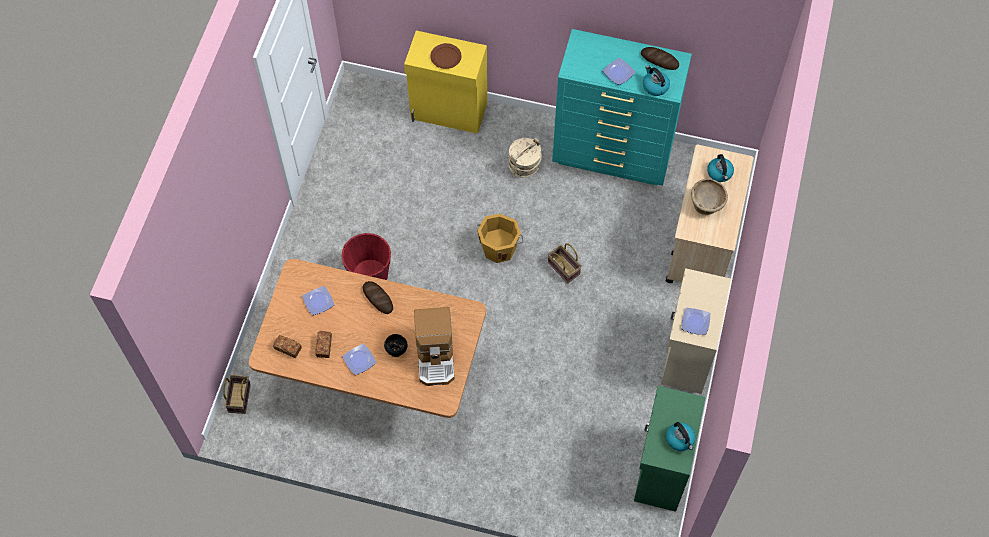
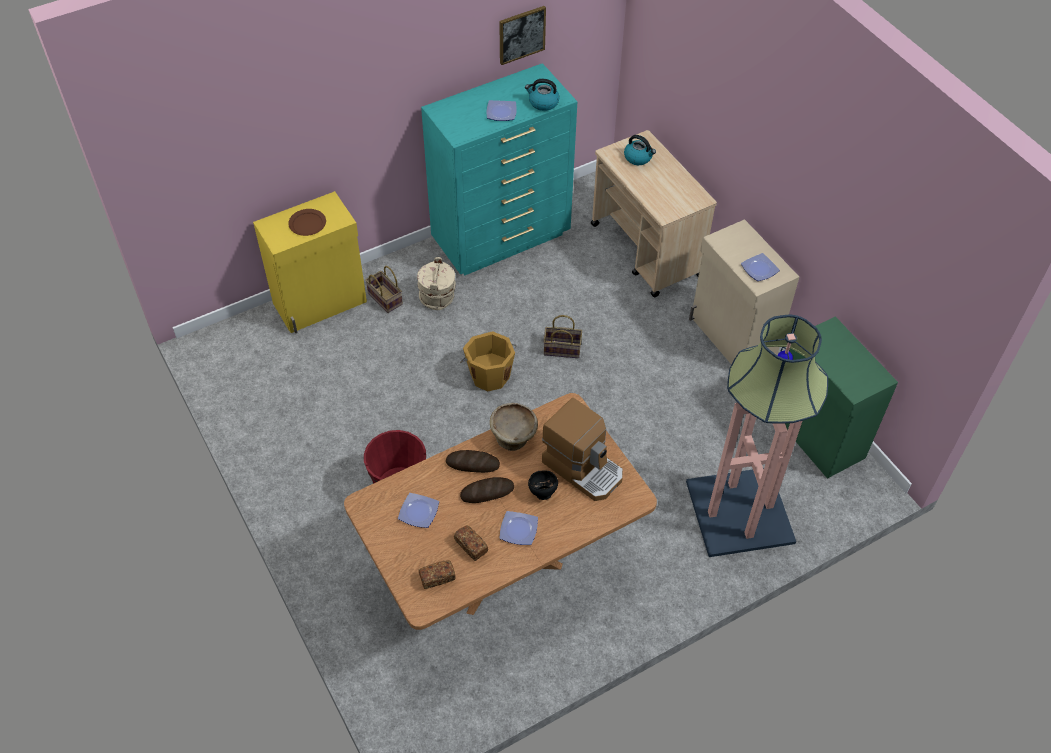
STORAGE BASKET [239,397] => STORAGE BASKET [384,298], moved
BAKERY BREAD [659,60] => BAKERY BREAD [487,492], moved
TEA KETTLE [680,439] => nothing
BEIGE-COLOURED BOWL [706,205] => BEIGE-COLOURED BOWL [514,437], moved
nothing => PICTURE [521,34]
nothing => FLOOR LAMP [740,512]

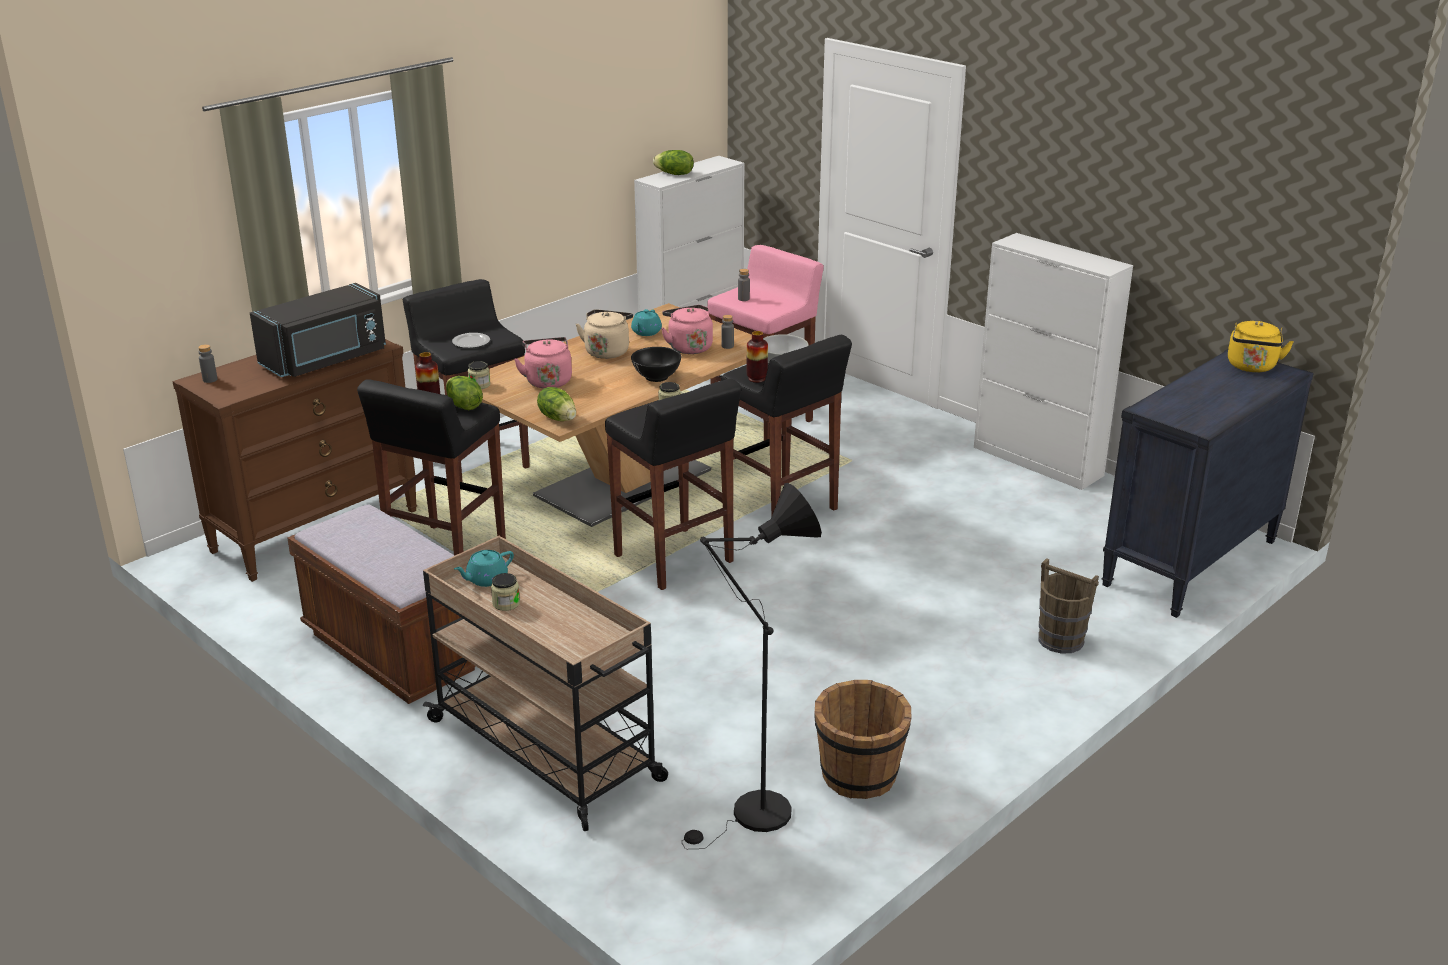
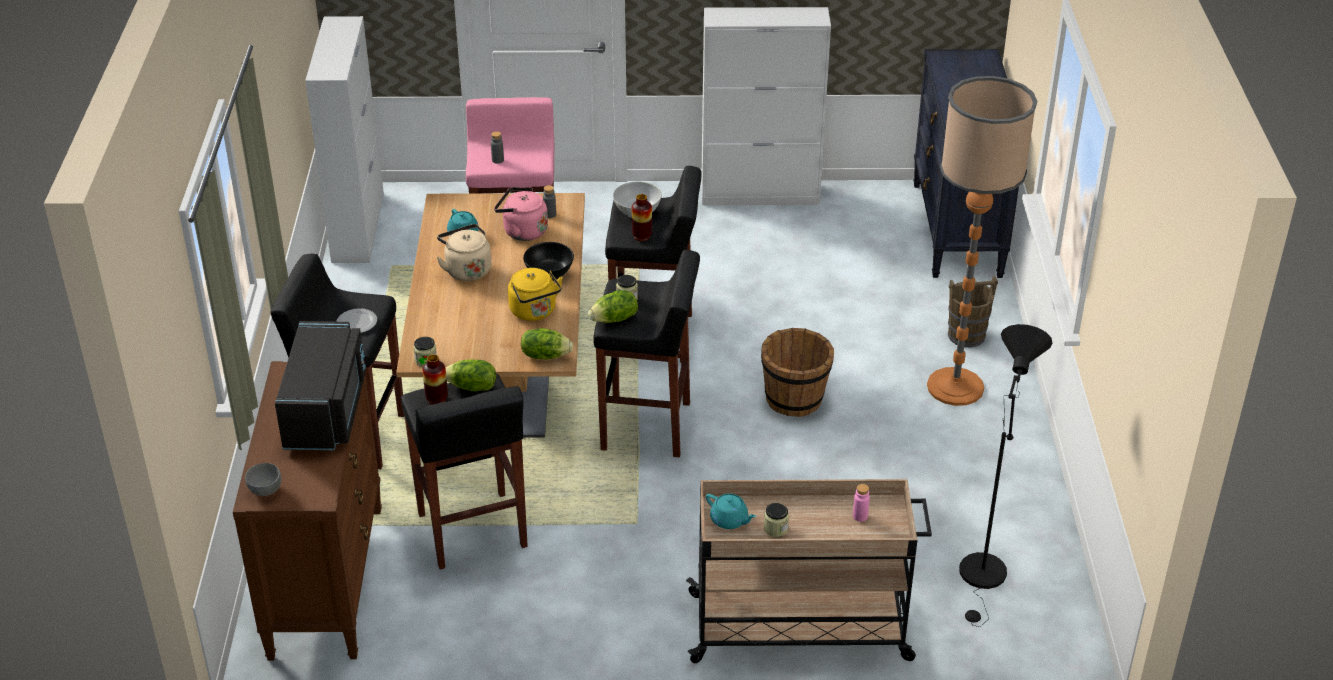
GREY DRINK BOTTLE [210,380] => GREY BOWL [266,490]
BROWN BENCH [393,651] => nothing
TURQUOISE TEA POT [486,579] => TURQUOISE TEA POT [730,520], 60 degrees counterclockwise
PINK TEA KETTLE [547,381] => nothing
LETTUCE [674,174] => LETTUCE [615,319], moved
BROWN BUCKET [859,776] => BROWN BUCKET [794,399], moved
YELLOWISH TEA KETTLE [1252,367] => YELLOWISH TEA KETTLE [535,312], moved
nothing => PINK DRINK BOTTLE [860,516]
nothing => FLOOR LAMP [955,387]

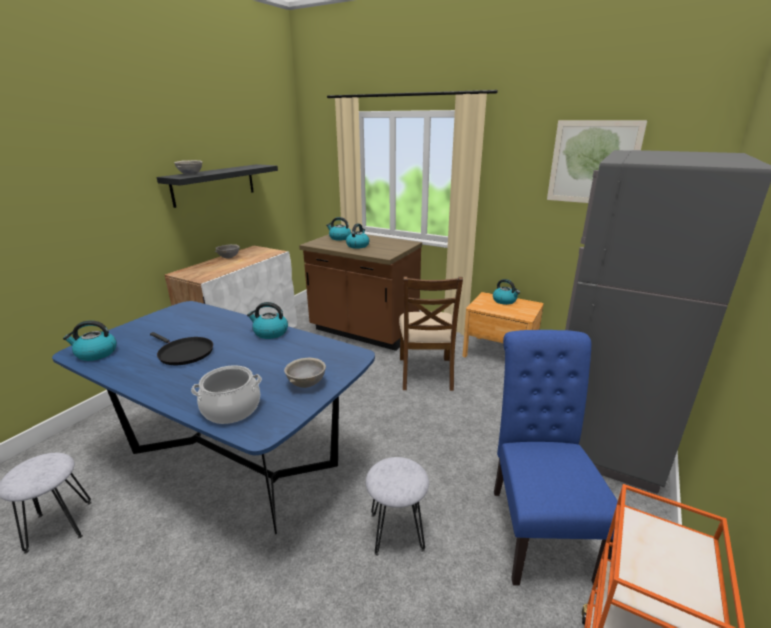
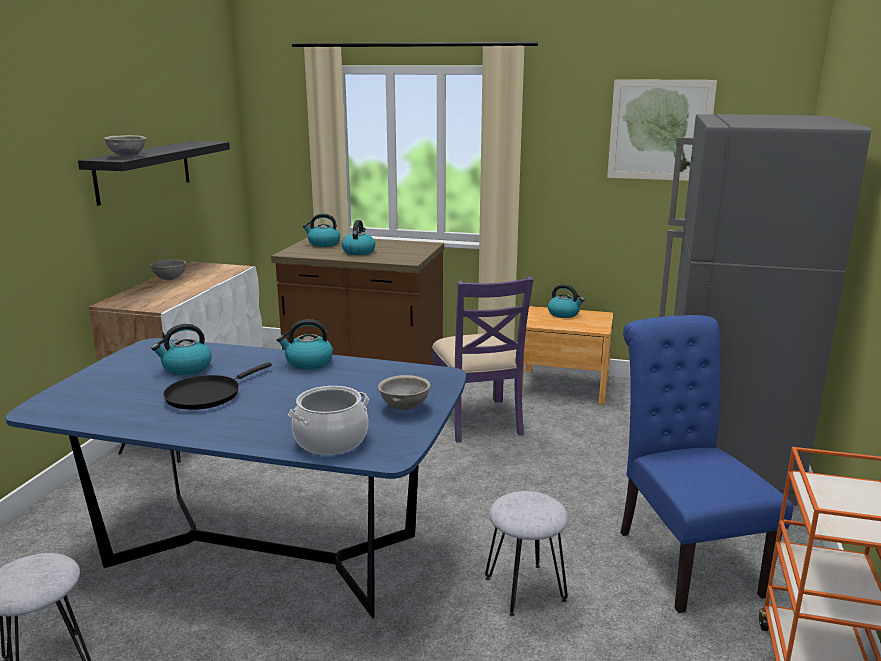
TEA KETTLE [96,353] => TEA KETTLE [186,368], moved
BLACK PAN [184,353] => BLACK PAN [207,395], 105 degrees clockwise
BROWN PLAIN CHAIR [426,373] => PURPLE PLAIN CHAIR [478,420]

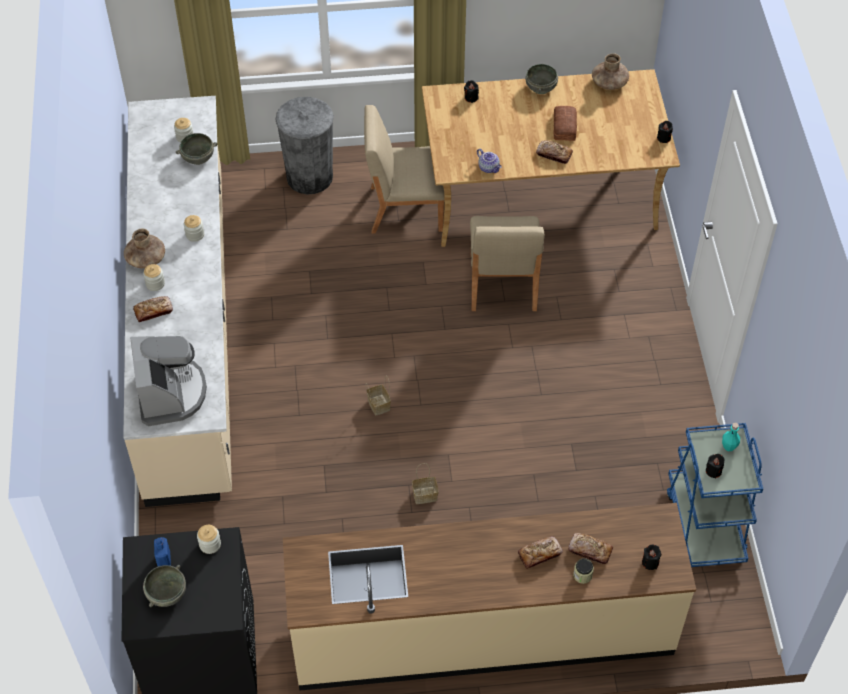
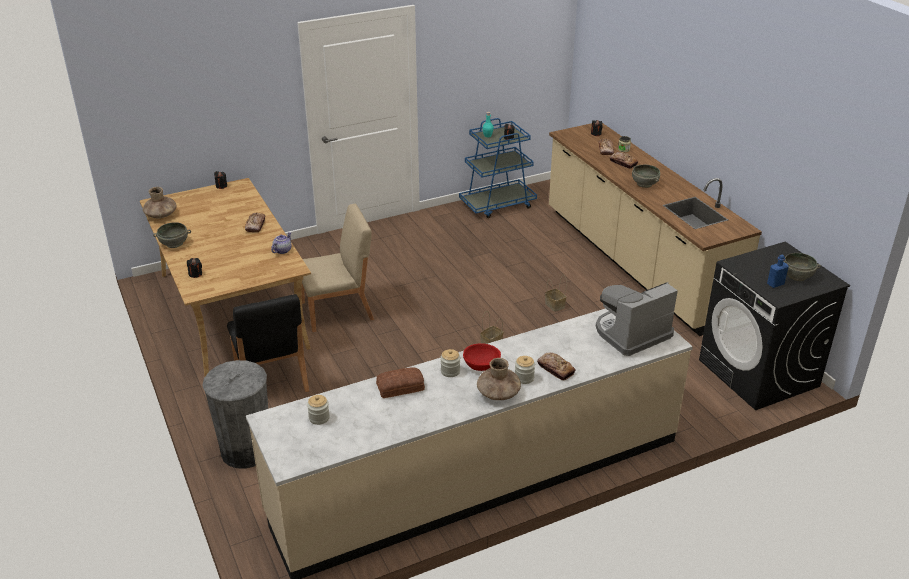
GREY BOWL [198,157] => GREY BOWL [644,184], moved
JAR [210,544] => nothing
BEIGE-COLOURED PLAIN CHAIR [405,208] => BLACK PLAIN CHAIR [271,379]
BAKERY BREAD [563,127] => BAKERY BREAD [401,387], moved
nothing => RED-COLOURED BOWL [481,365]

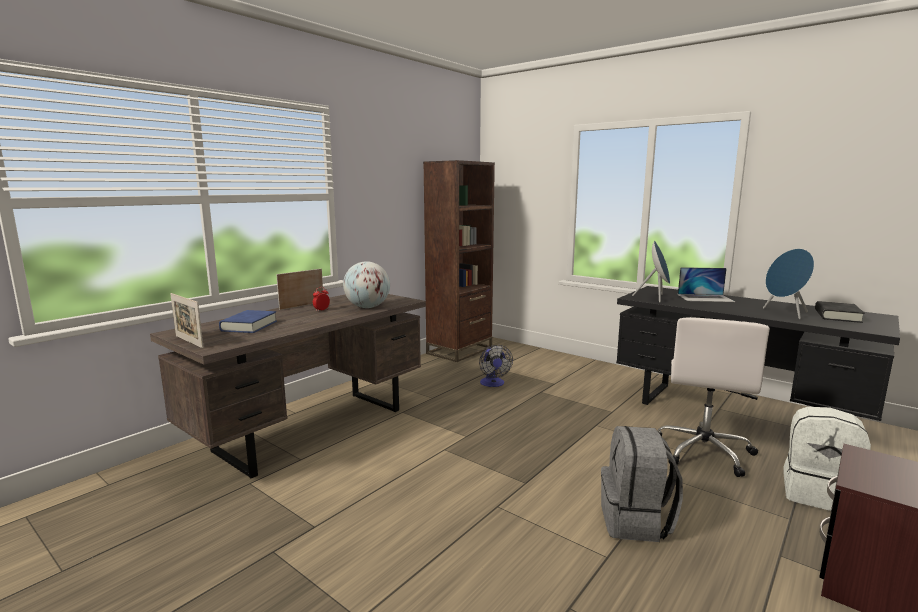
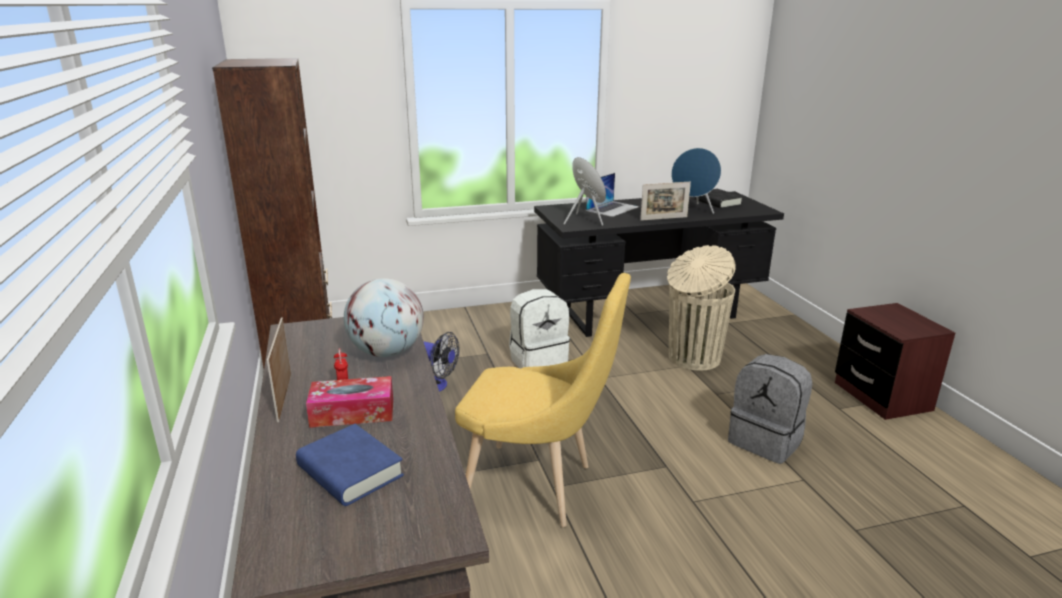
PICTURE FRAME [189,341] => PICTURE FRAME [664,218], moved
WHITE DESK CHAIR [703,451] => BEIGE-COLOURED WASTE BIN [692,358]
WHITE RUCKSACK [818,494] => WHITE RUCKSACK [538,360], moved
nothing => TISSUE HOLDER [352,412]
nothing => YELLOWISH PLAIN CHAIR [537,487]

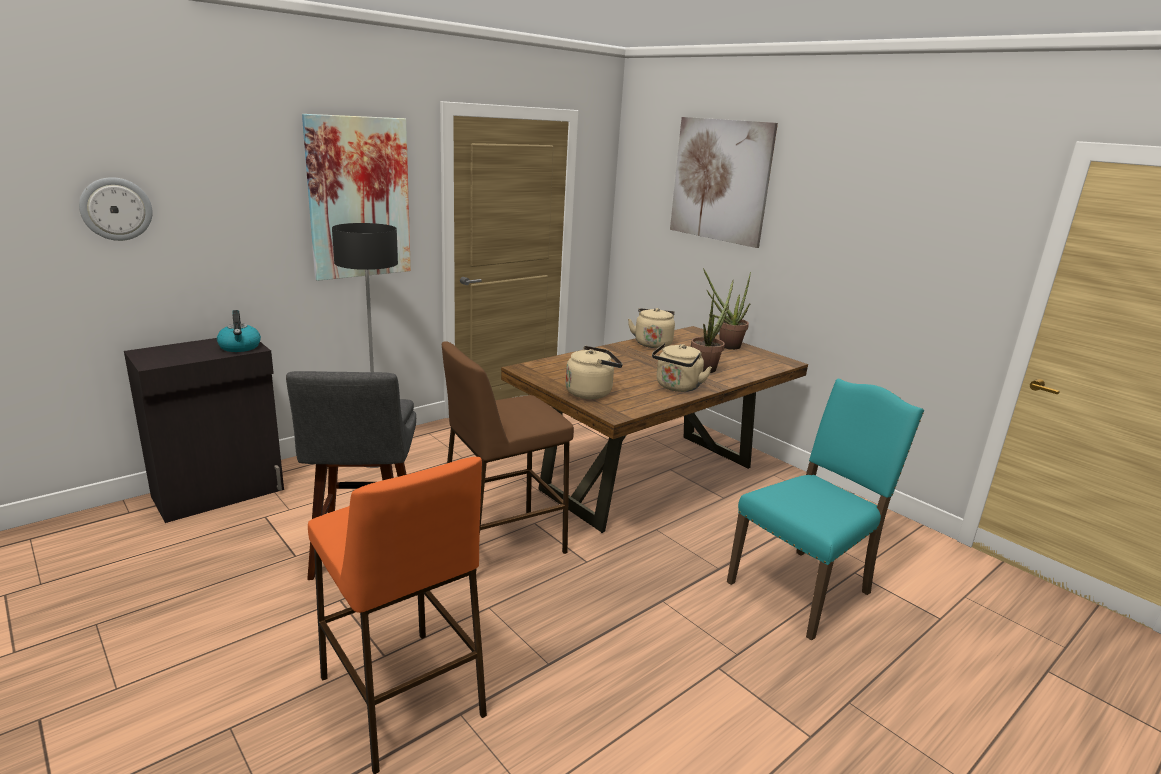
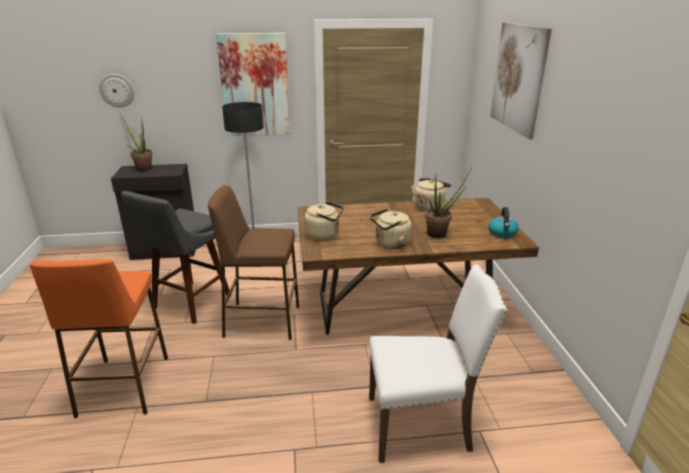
TEA KETTLE [240,347] => TEA KETTLE [502,233], moved
PLANT IN A POT [725,346] => PLANT IN A POT [142,168], moved
TURQUOISE PLAIN CHAIR [804,588] => WHITE PLAIN CHAIR [421,425]

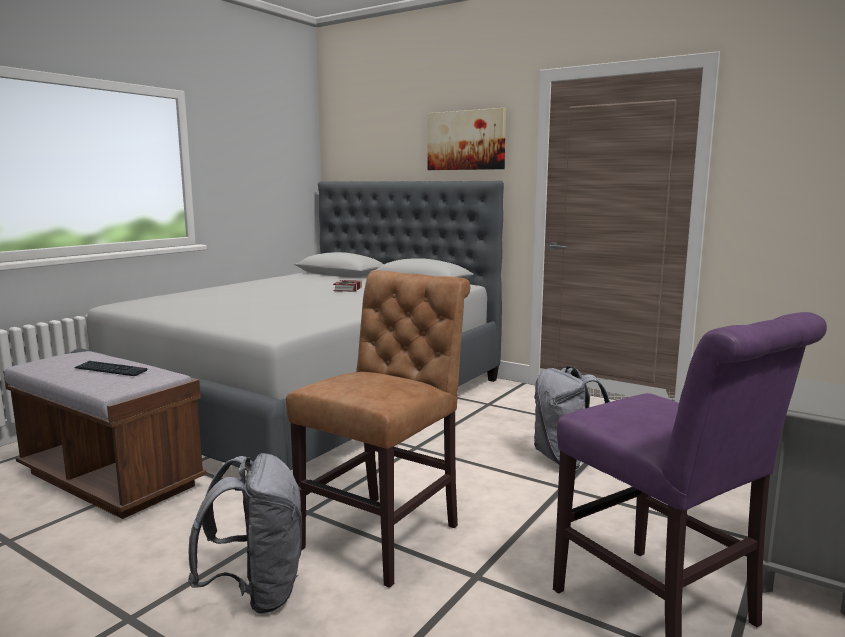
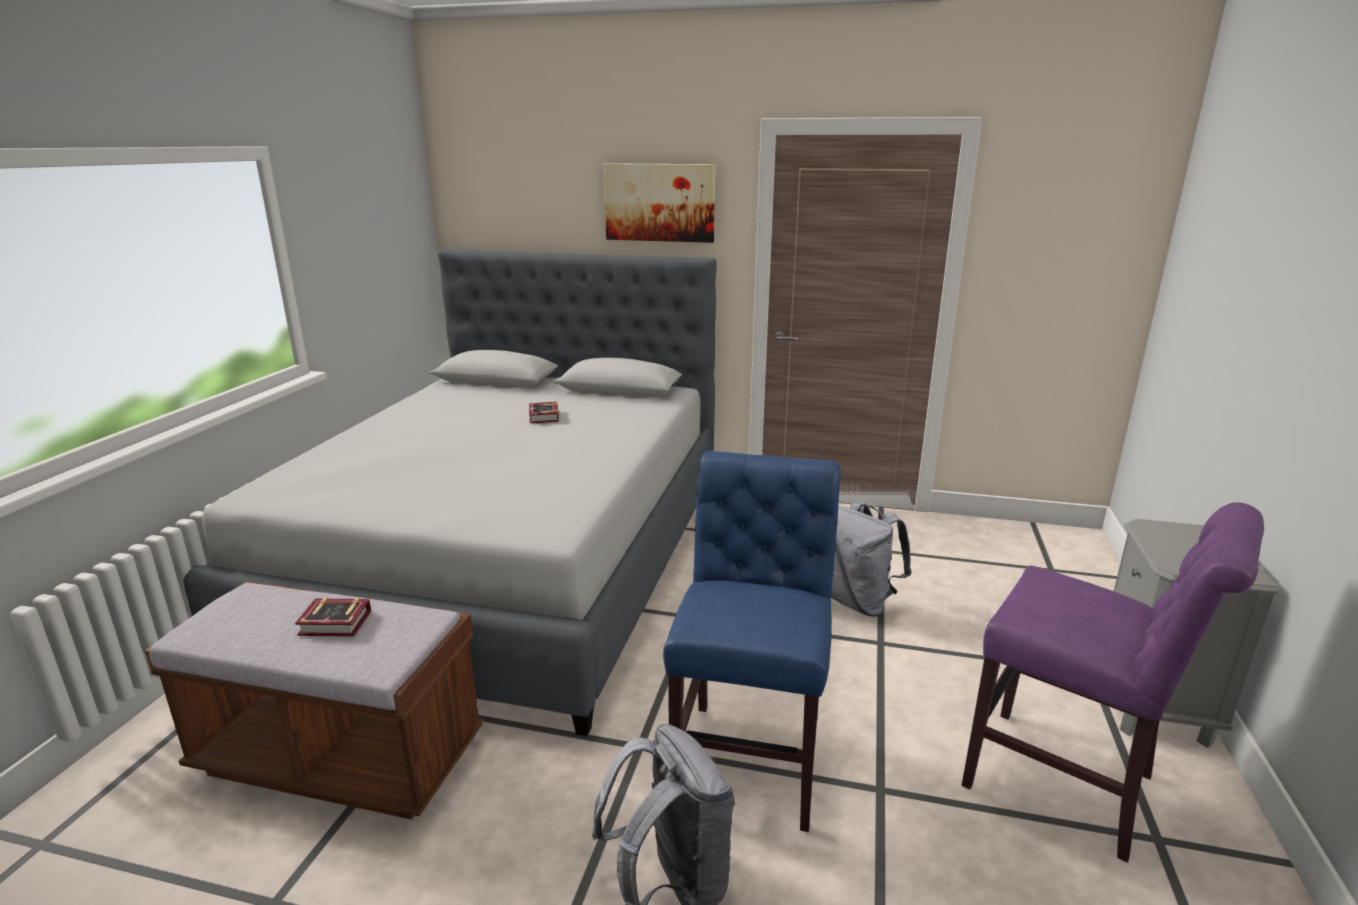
KEYBOARD [110,370] => BOUND BOOK [337,624]
BROWN PLAIN CHAIR [386,534] => BLUE-COLOURED PLAIN CHAIR [750,756]

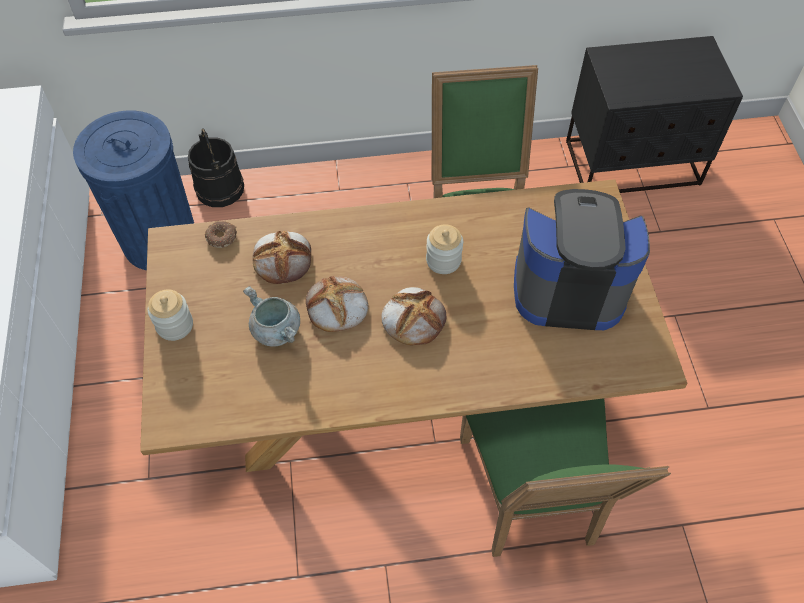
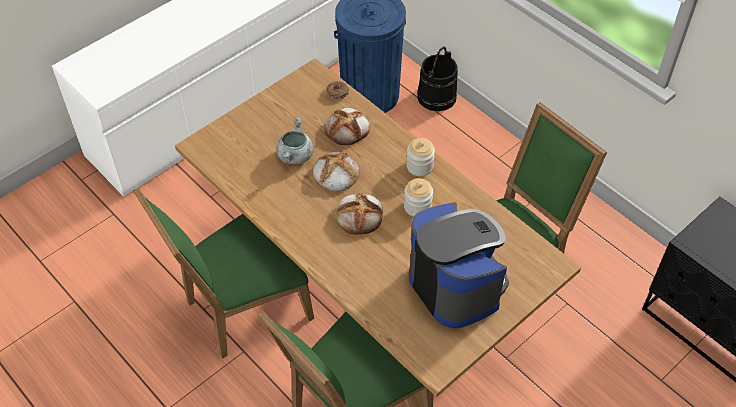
JAR [175,325] => JAR [419,166], moved
nothing => GREEN-COLOURED PLAIN CHAIR [241,309]

